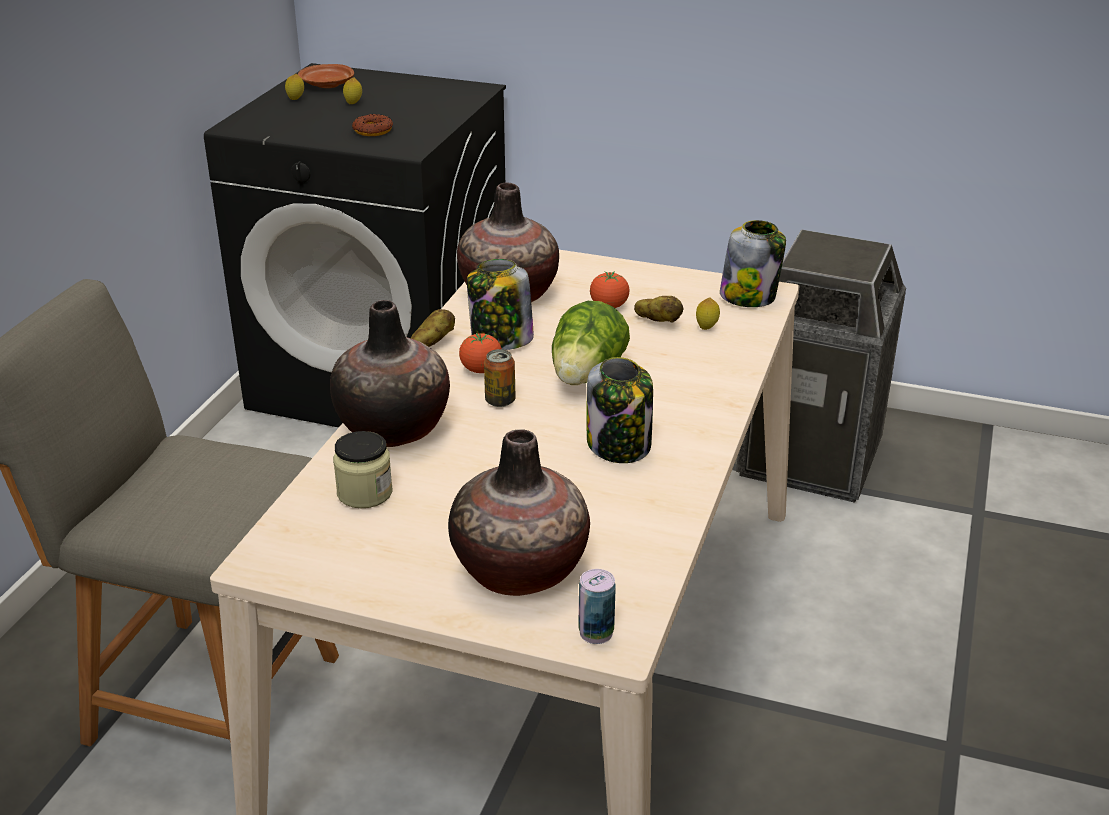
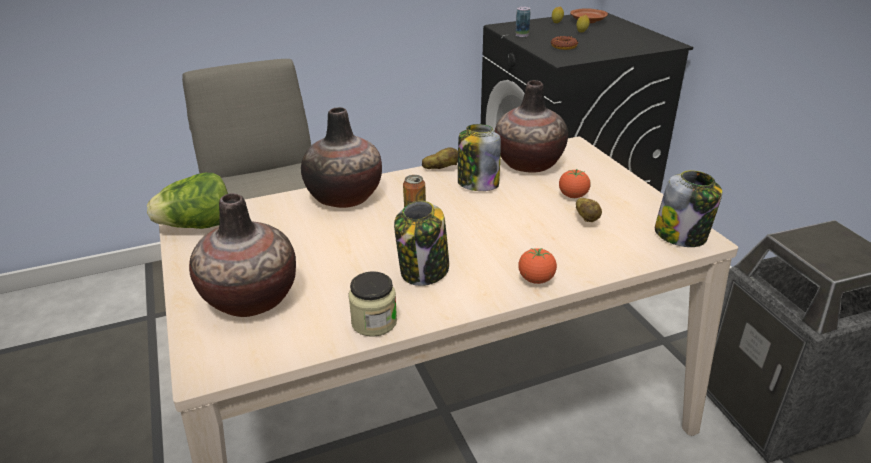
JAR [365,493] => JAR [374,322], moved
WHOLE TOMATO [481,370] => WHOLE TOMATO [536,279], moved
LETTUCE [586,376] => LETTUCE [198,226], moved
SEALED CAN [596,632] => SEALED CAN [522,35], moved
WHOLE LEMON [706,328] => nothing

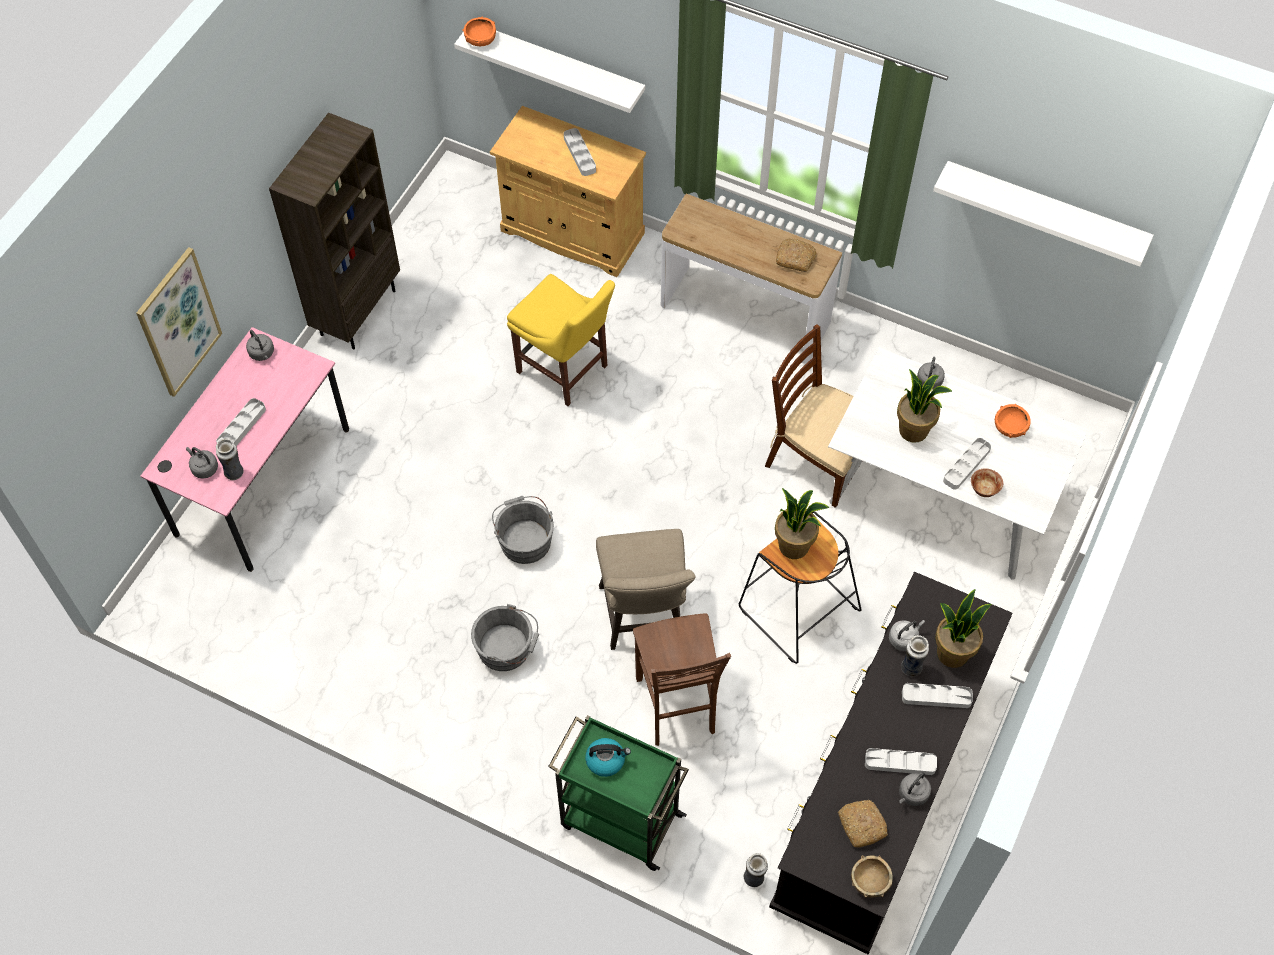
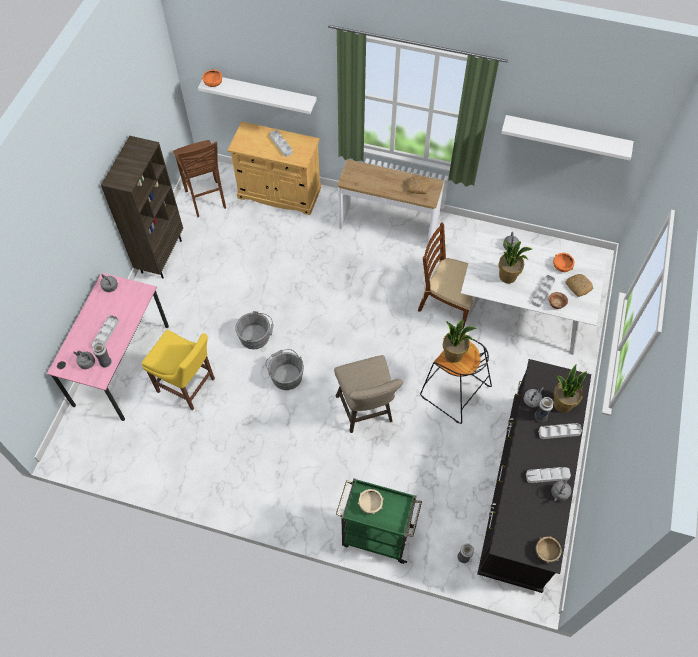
PICTURE [178,322] => nothing
GREY BUCKET [507,648] => GREY BUCKET [256,336], moved
YELLOWISH PLAIN CHAIR [565,371] => YELLOWISH PLAIN CHAIR [188,386], moved
TEA KETTLE [606,760] => BEIGE-COLOURED BOWL [370,504]
BROWN STOOL SEAT [676,707] => BROWN STOOL SEAT [206,200], moved
BAKERY BREAD [861,825] => BAKERY BREAD [578,287], moved

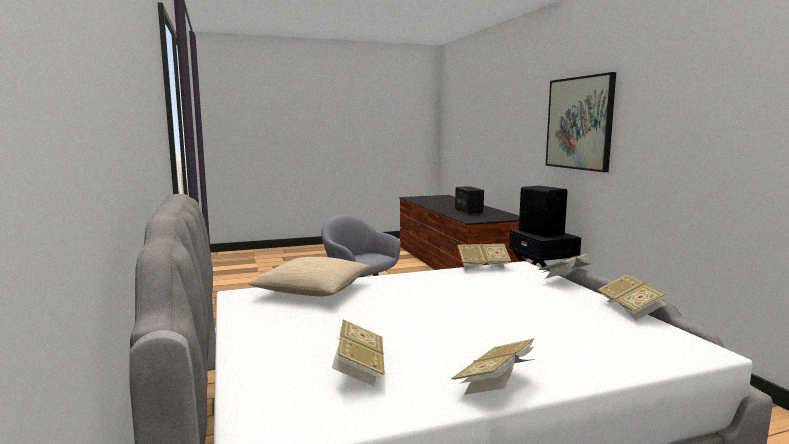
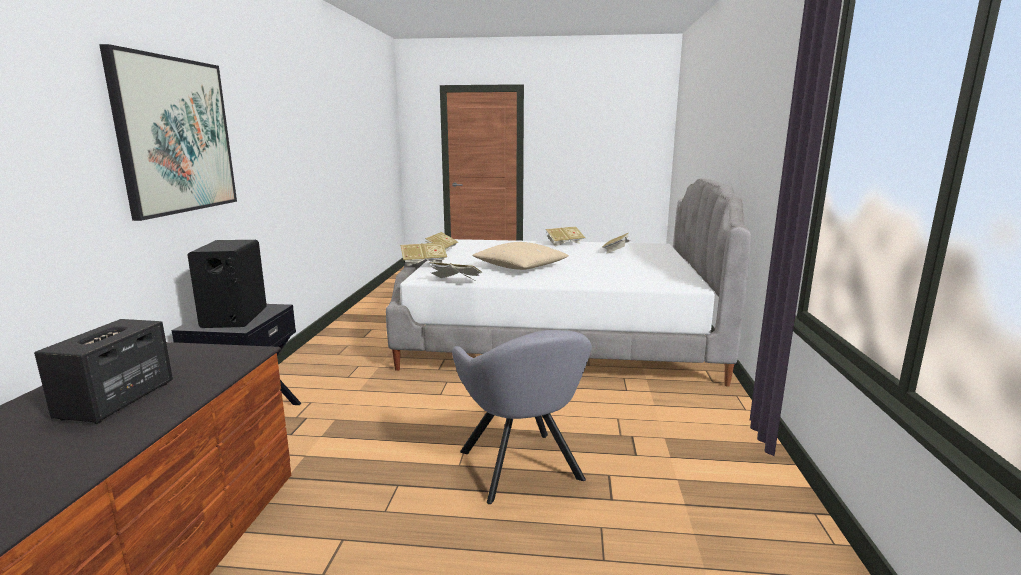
BEIGE-COLOURED CUSHION [313,290] => BEIGE-COLOURED CUSHION [520,267], moved

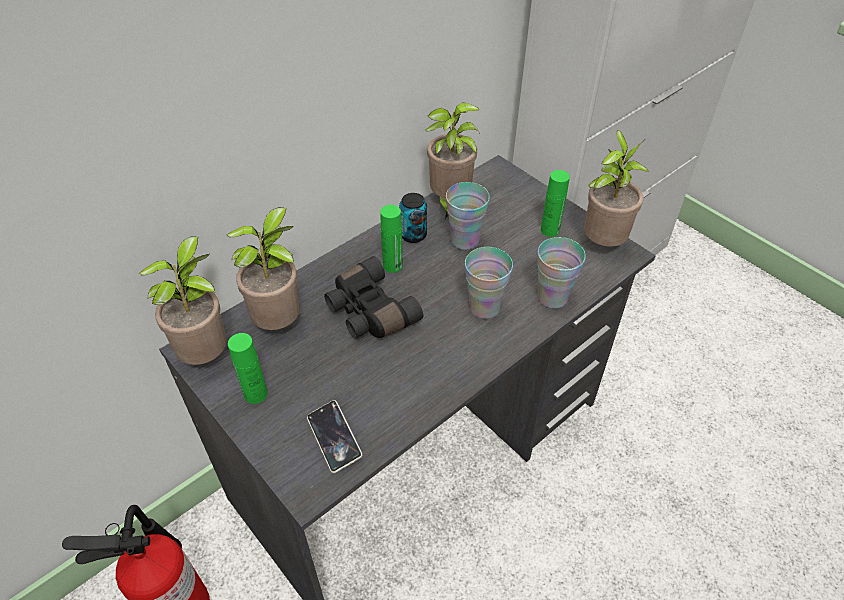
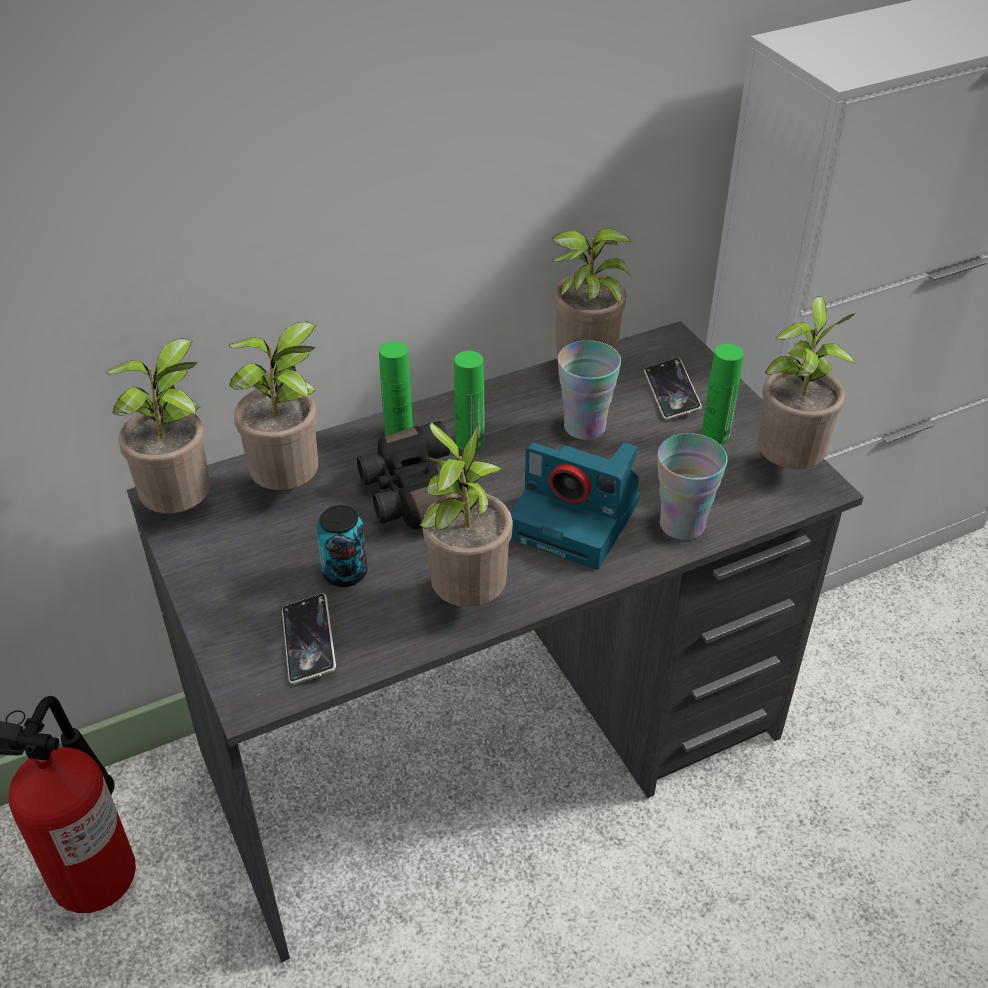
GREEN-COLOURED DRINK BOTTLE [255,394] => GREEN-COLOURED DRINK BOTTLE [398,432], moved
SEALED CAN [413,235] => SEALED CAN [345,573], moved
SMALL CUP [484,307] => STILL CAMERA [577,519]
nothing => PLANT IN A POT [466,597]
nothing => HANDSET [671,393]

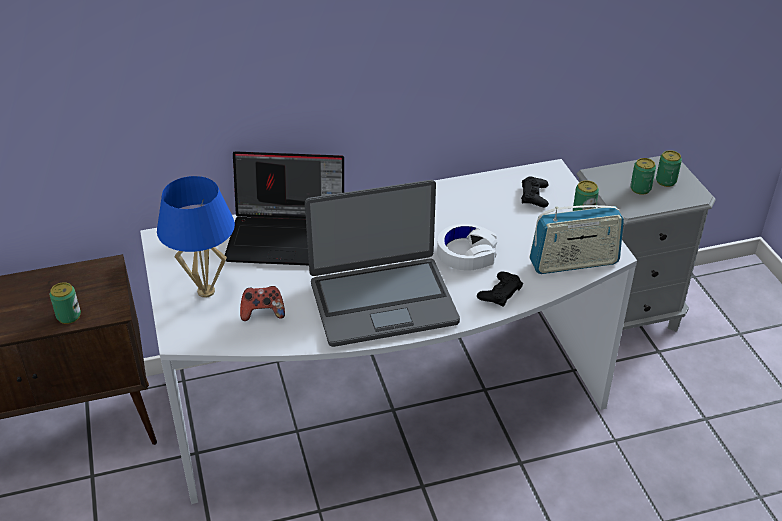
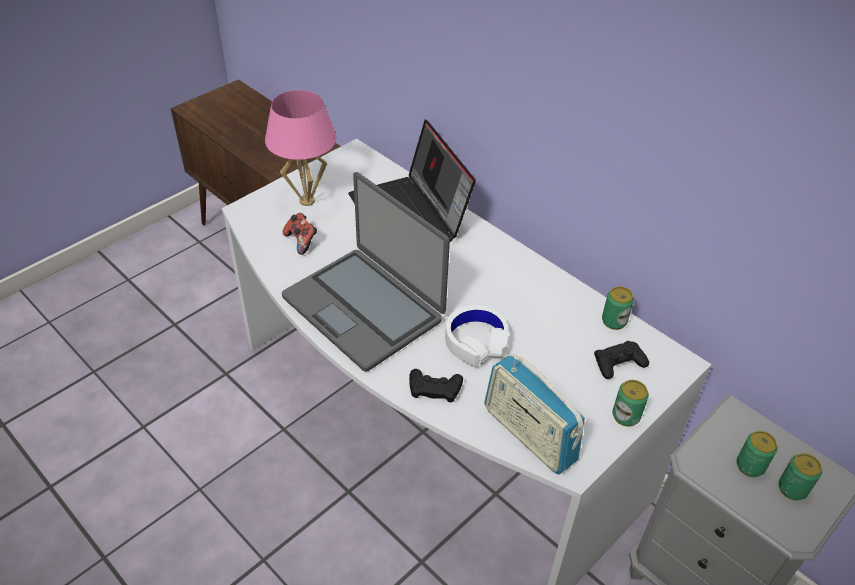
SEALED CAN [69,316] => SEALED CAN [614,321], moved
BLUE-COLOURED LAMP FOR A TABLE [206,292] => PINK LAMP FOR A TABLE [306,201]

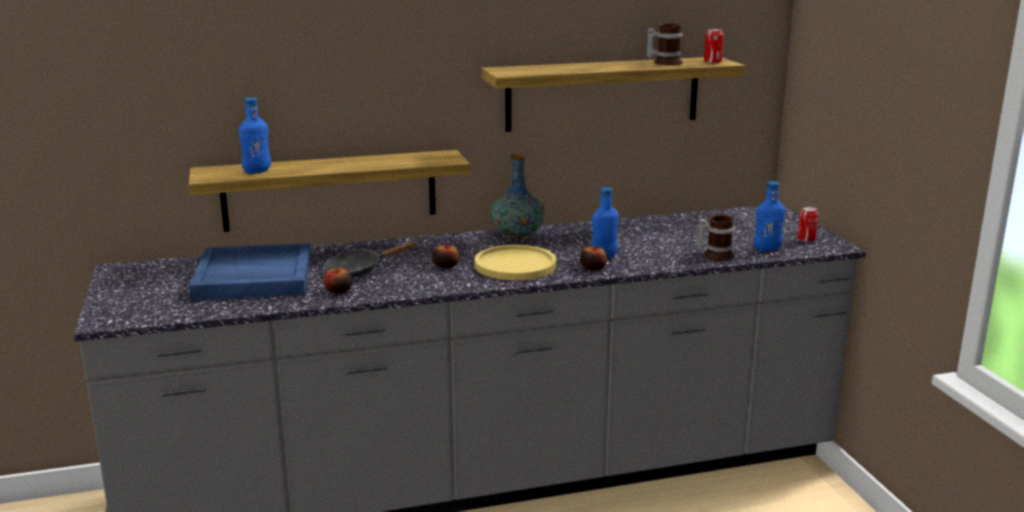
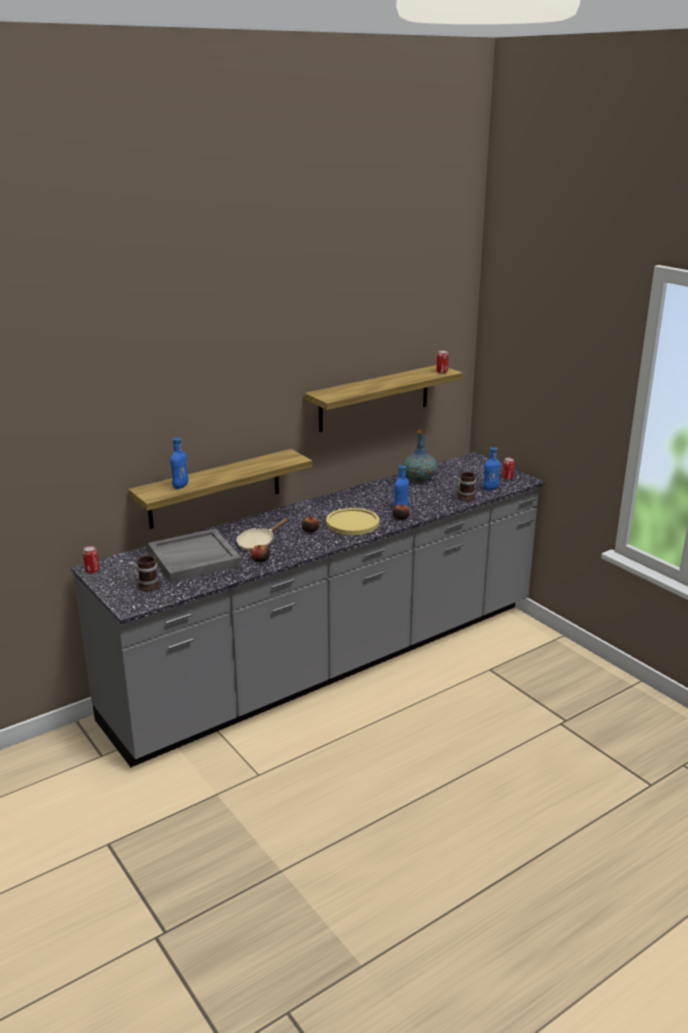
BLUE-COLOURED CARRYING TRAY [253,277] => GREY CARRYING TRAY [193,559]
BLACK PAN [359,271] => BEIGE-COLOURED PAN [258,543]
VASE [517,234] => VASE [419,479], moved
MUG [665,62] => MUG [146,585], moved
nothing => SEALED CAN [92,570]

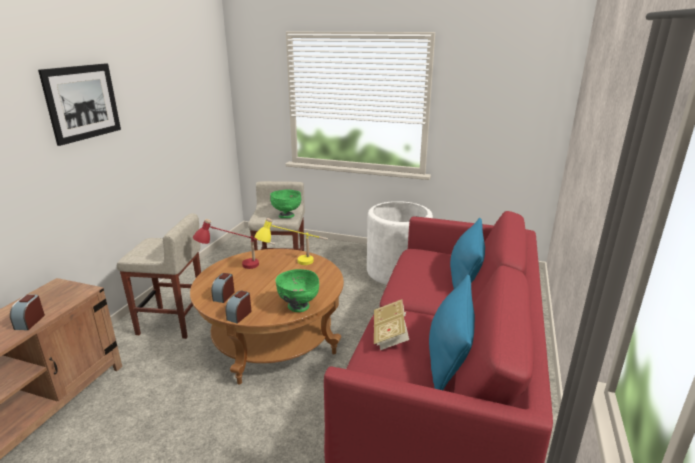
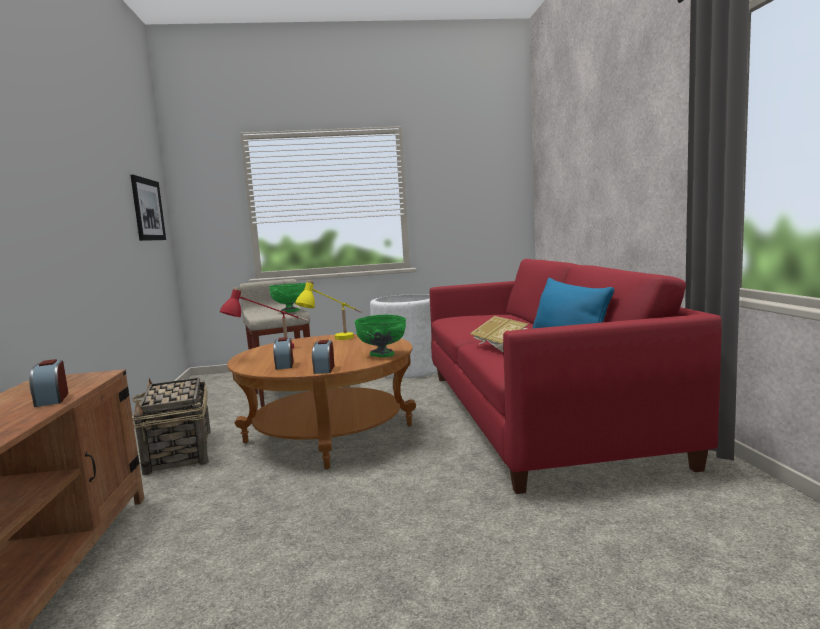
PICTURE [82,102] => PICTURE [148,209], moved
BEIGE-COLOURED STOOL SEAT [173,322] => STORAGE BASKET [179,452]
BLUE-COLOURED CUSHION [465,276] => nothing

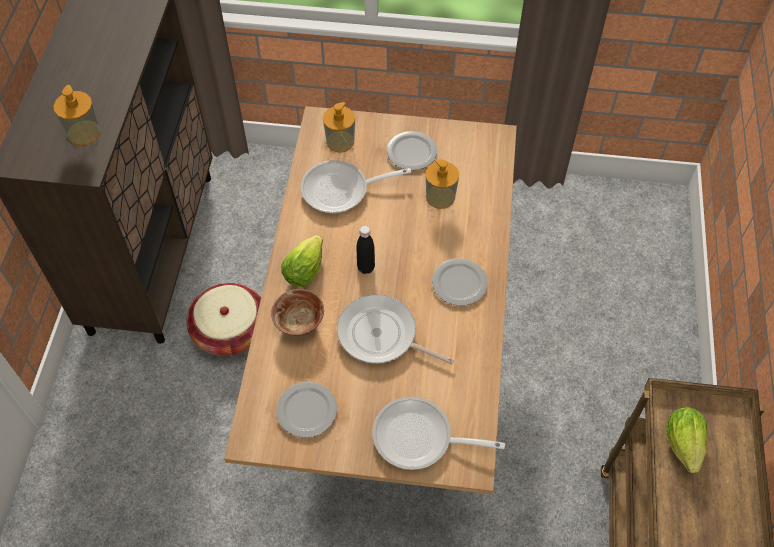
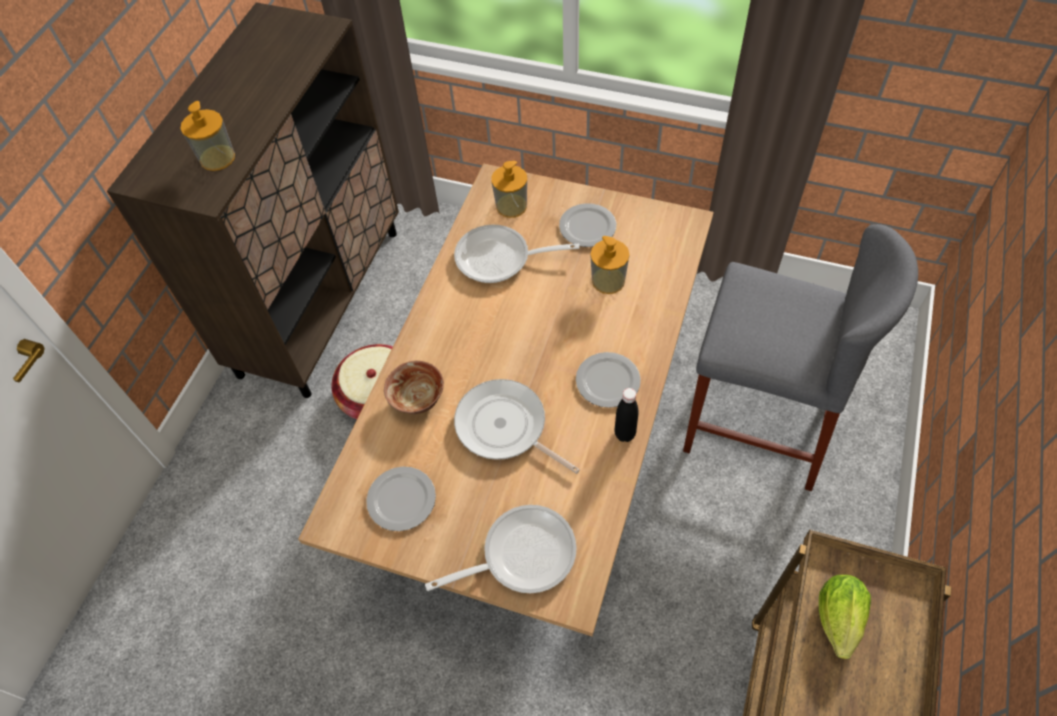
LETTUCE [306,268] => nothing
BLACK DRINK BOTTLE [366,268] => BLACK DRINK BOTTLE [625,434], moved
PAN [419,438] => PAN [520,554], 135 degrees clockwise
nothing => GREY STOOL SEAT [757,425]

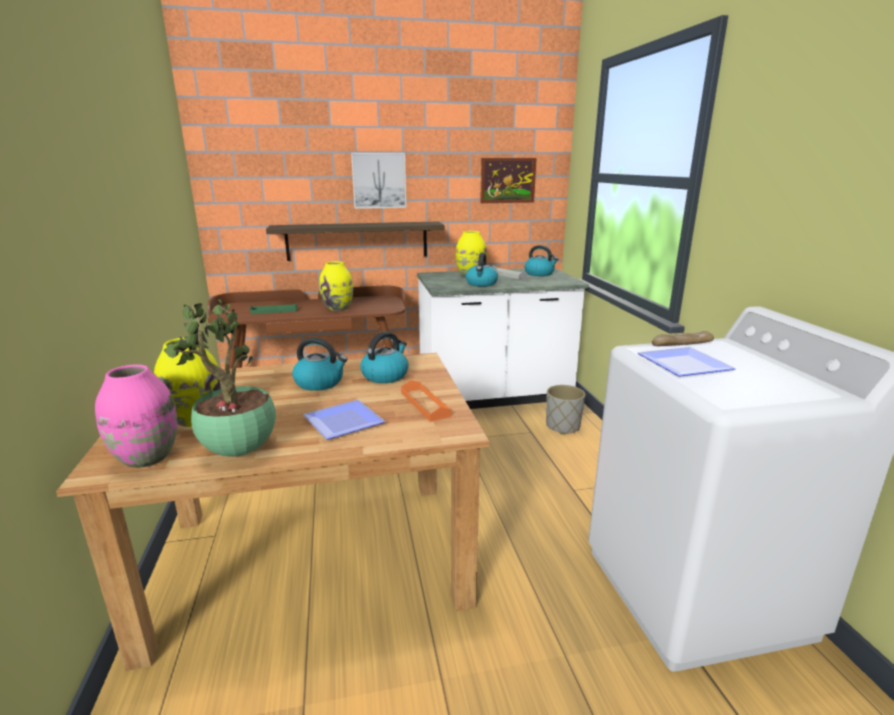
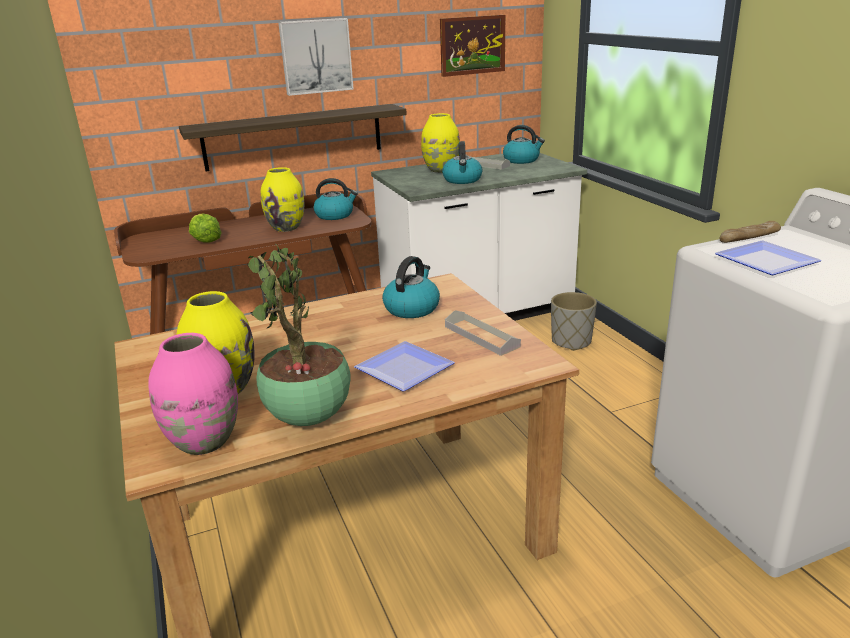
GREEN-COLOURED CARRYING TRAY [274,311] => LETTUCE [205,239]
TEA KETTLE [320,382] => TEA KETTLE [335,215], moved
ORANGE-COLOURED CARRYING TRAY [425,404] => GREY CARRYING TRAY [481,336]

